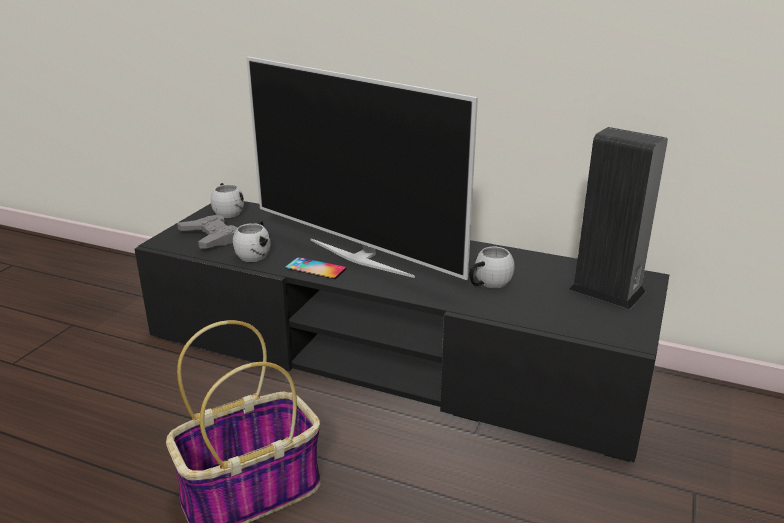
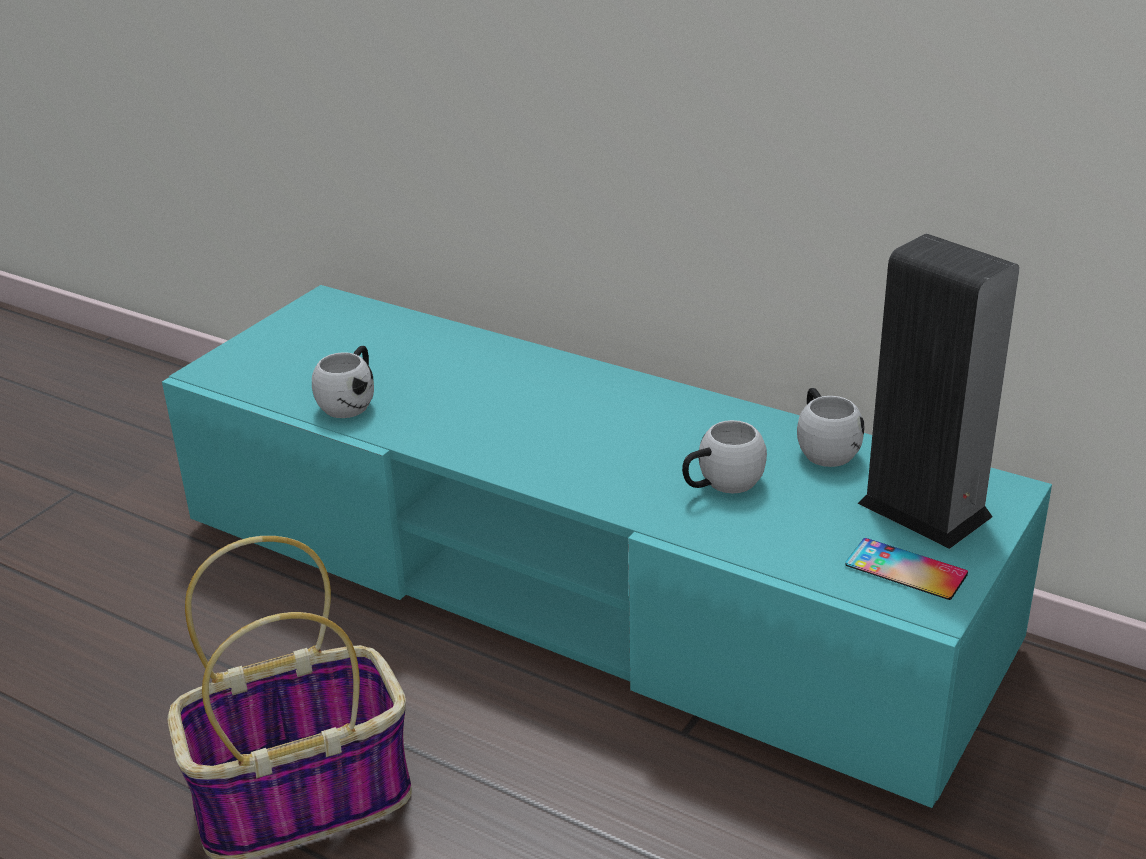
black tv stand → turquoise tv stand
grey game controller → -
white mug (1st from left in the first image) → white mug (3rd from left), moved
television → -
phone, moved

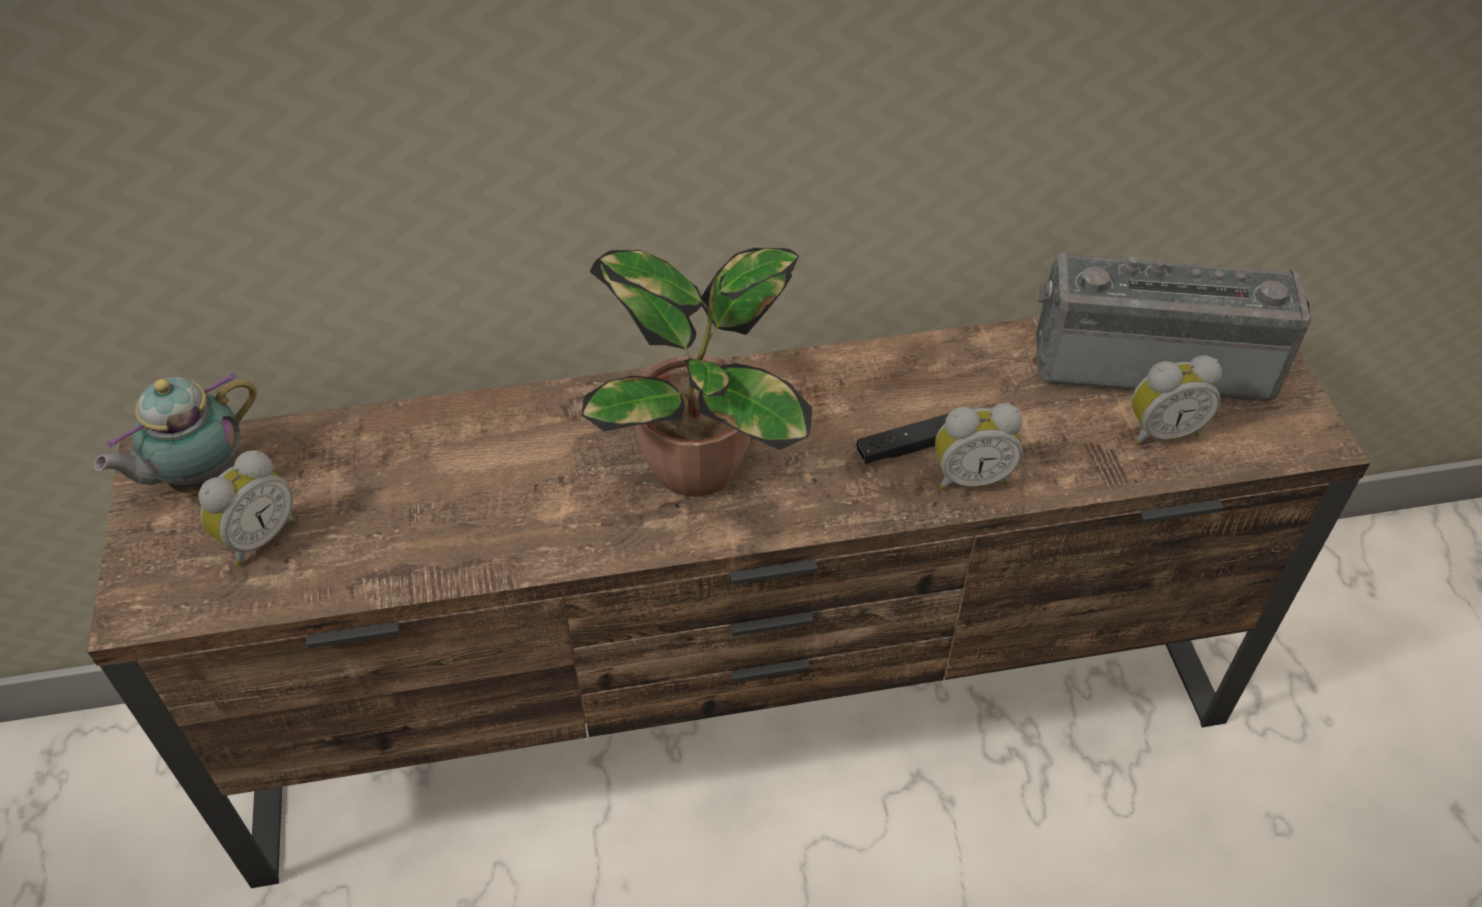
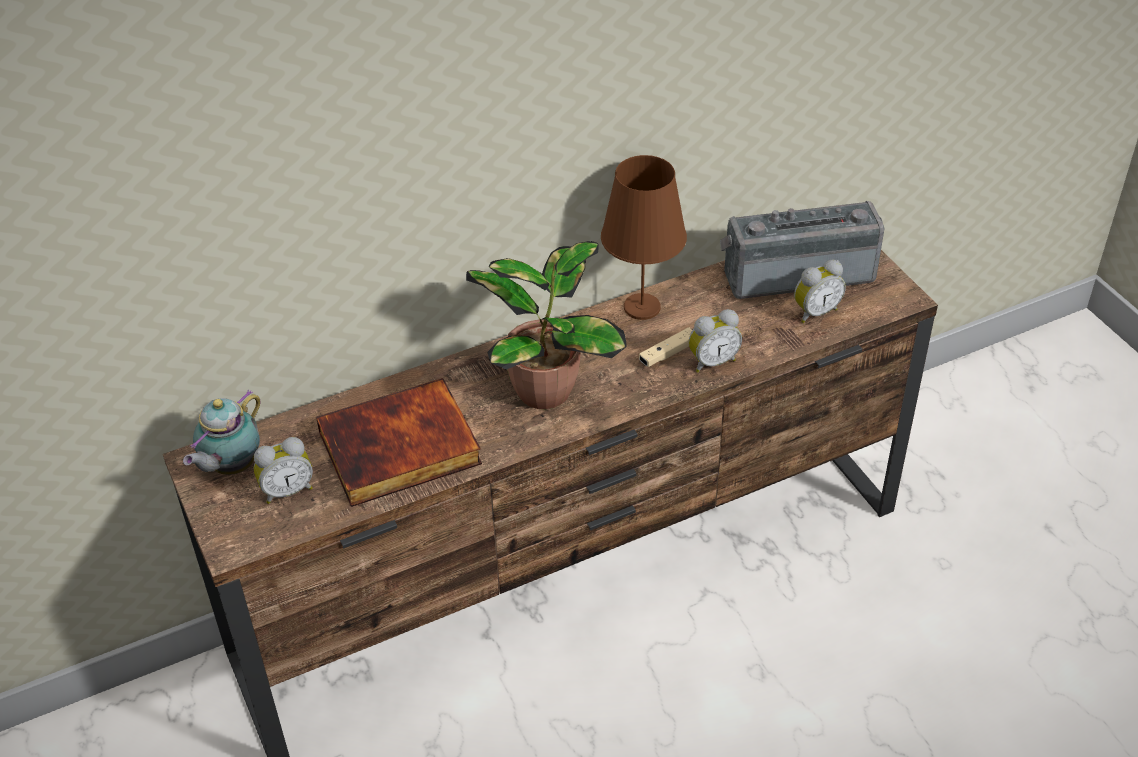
alarm clock (1st from left), 45 degrees clockwise
black game controller → beige game controller
- → book
- → brown table lamp

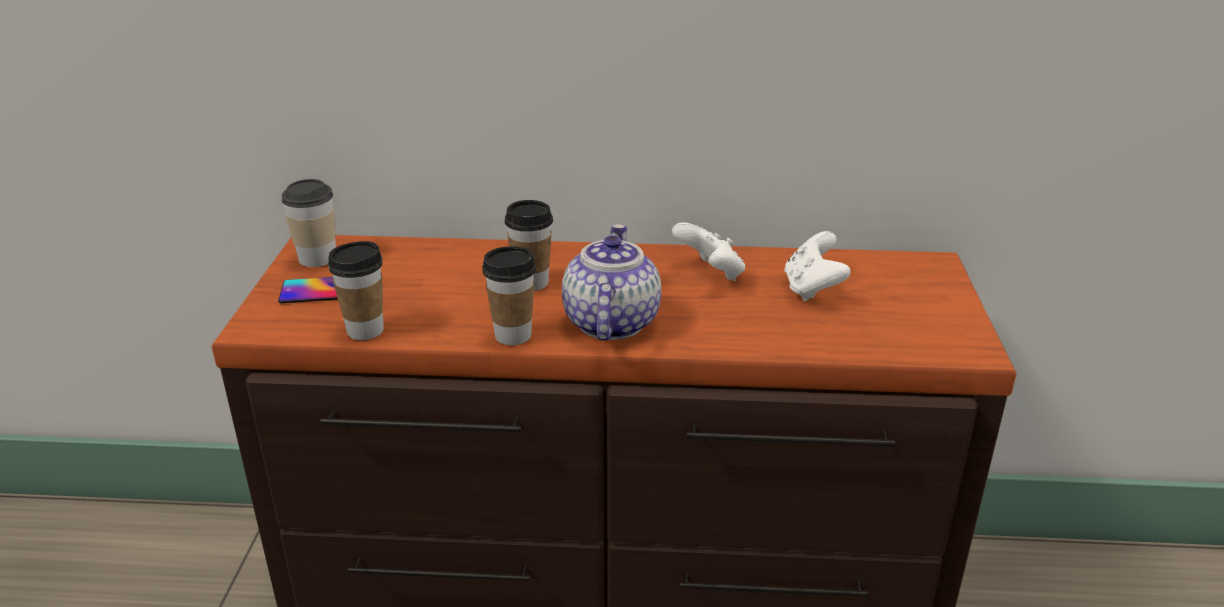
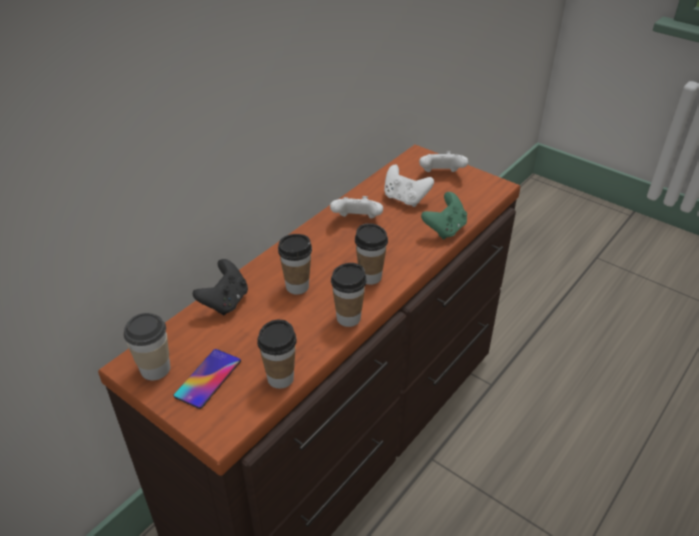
teapot → cup (5th from left)
- → black game controller
- → white game controller (3rd from left)
- → green game controller

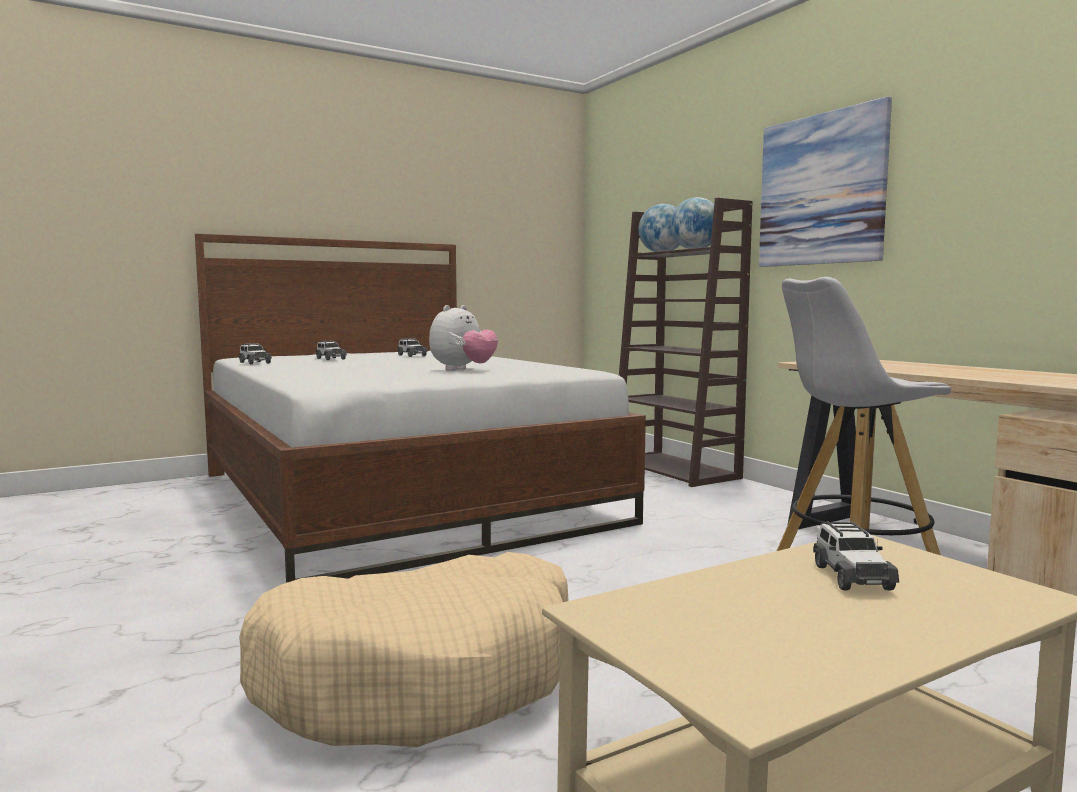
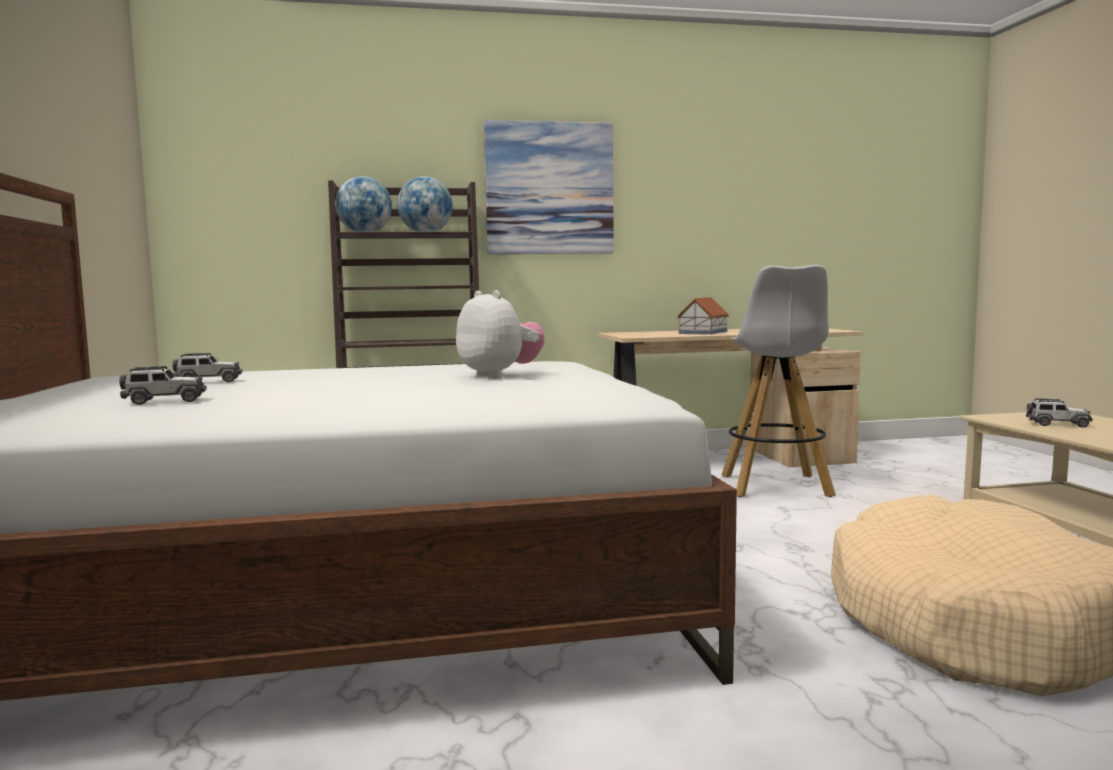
toy car (1st from left) → -
- → toy house

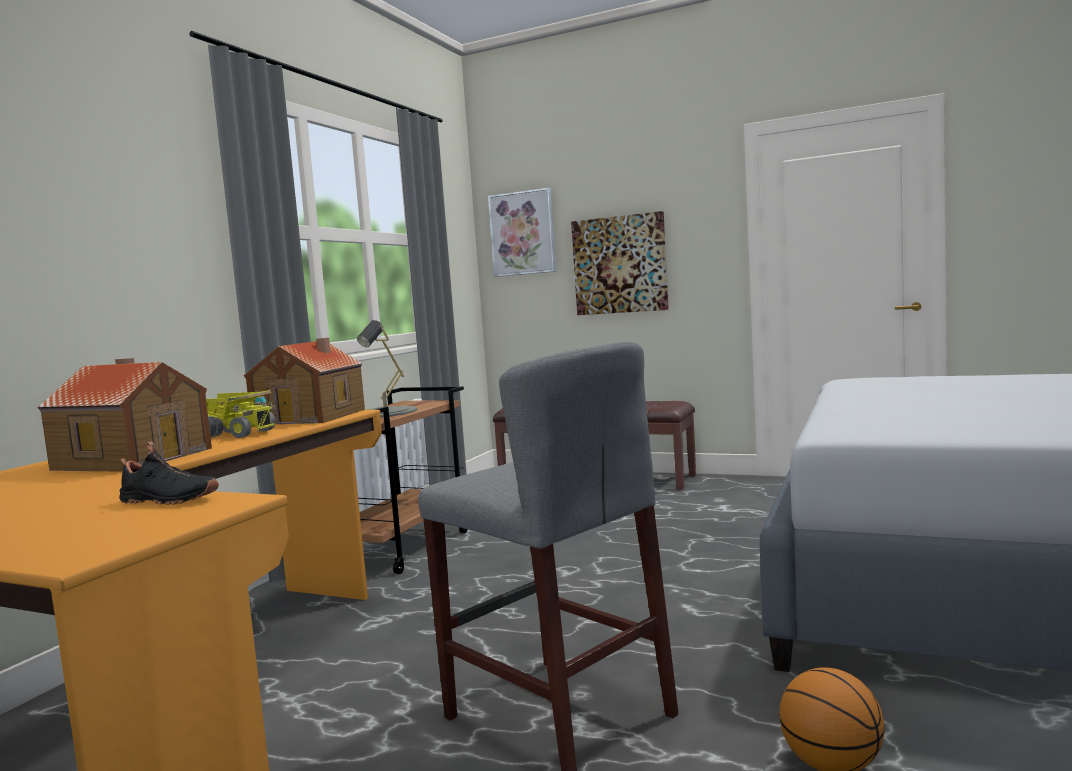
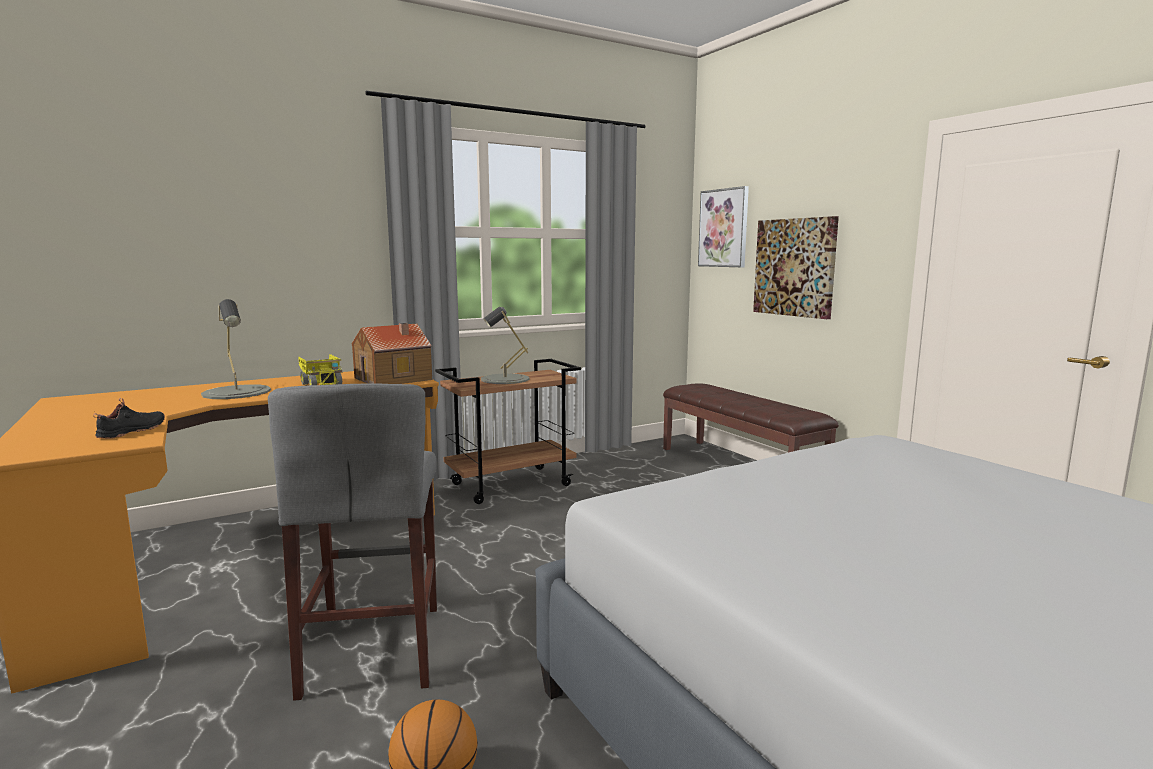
toy house (1st from left) → grey table lamp (1st from left)
black shoe, 120 degrees counterclockwise

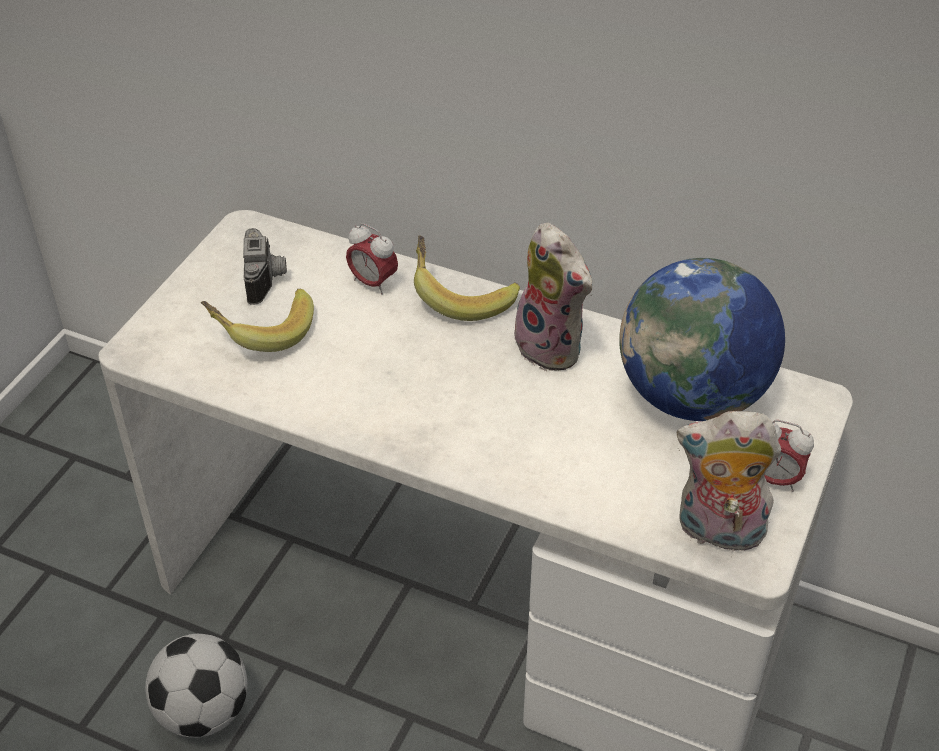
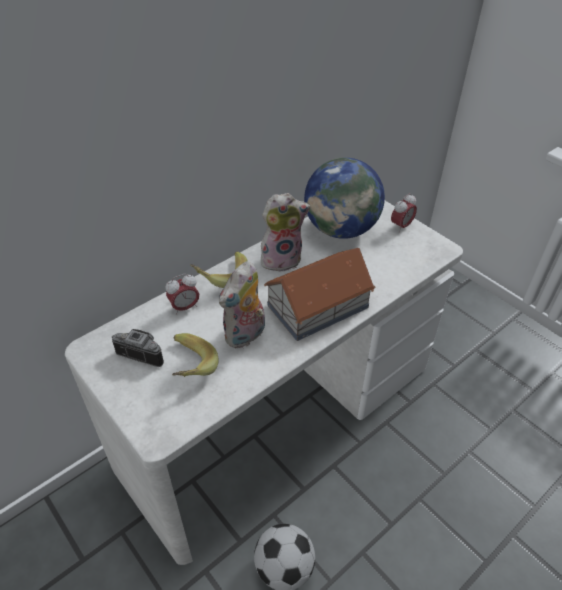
plush toy (2nd from left in the first image) → plush toy (1st from left), moved
- → toy house

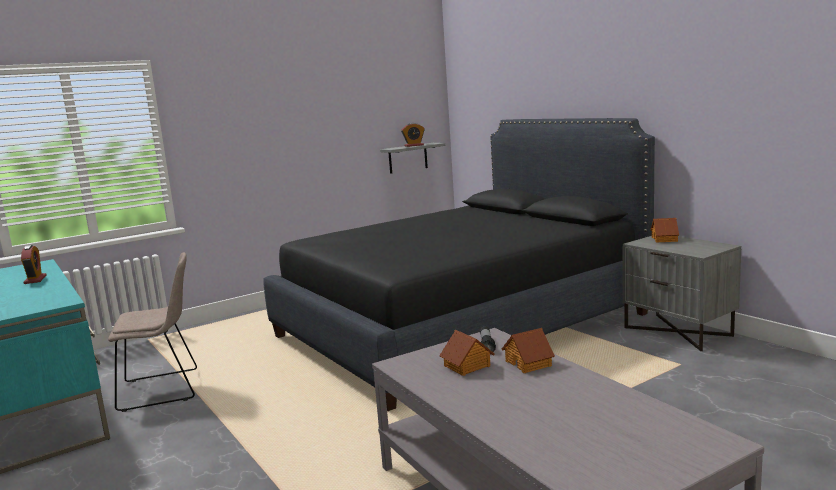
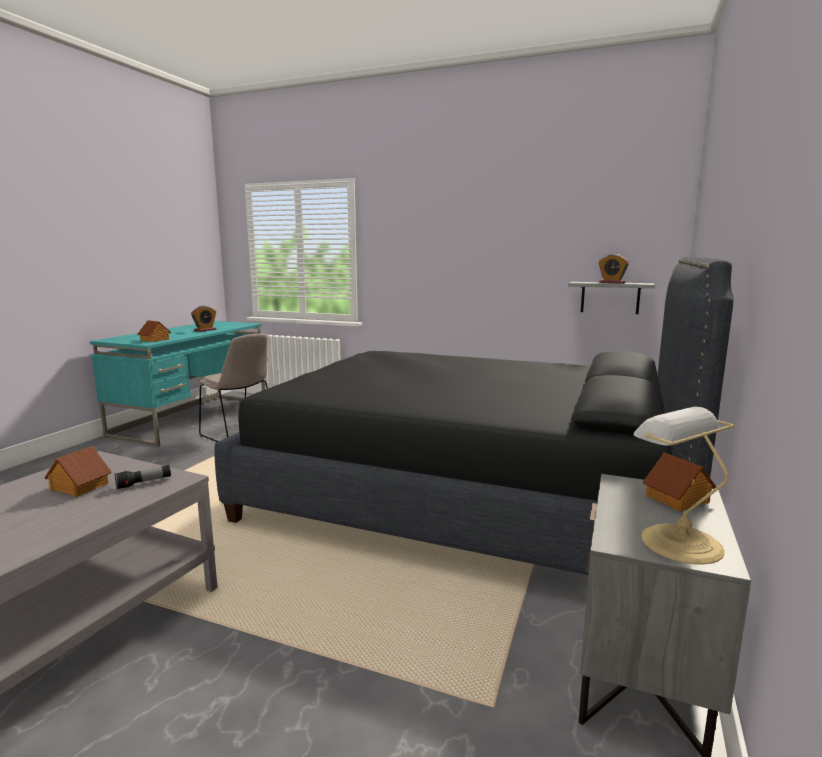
toy house (2nd from left), moved
- → table lamp

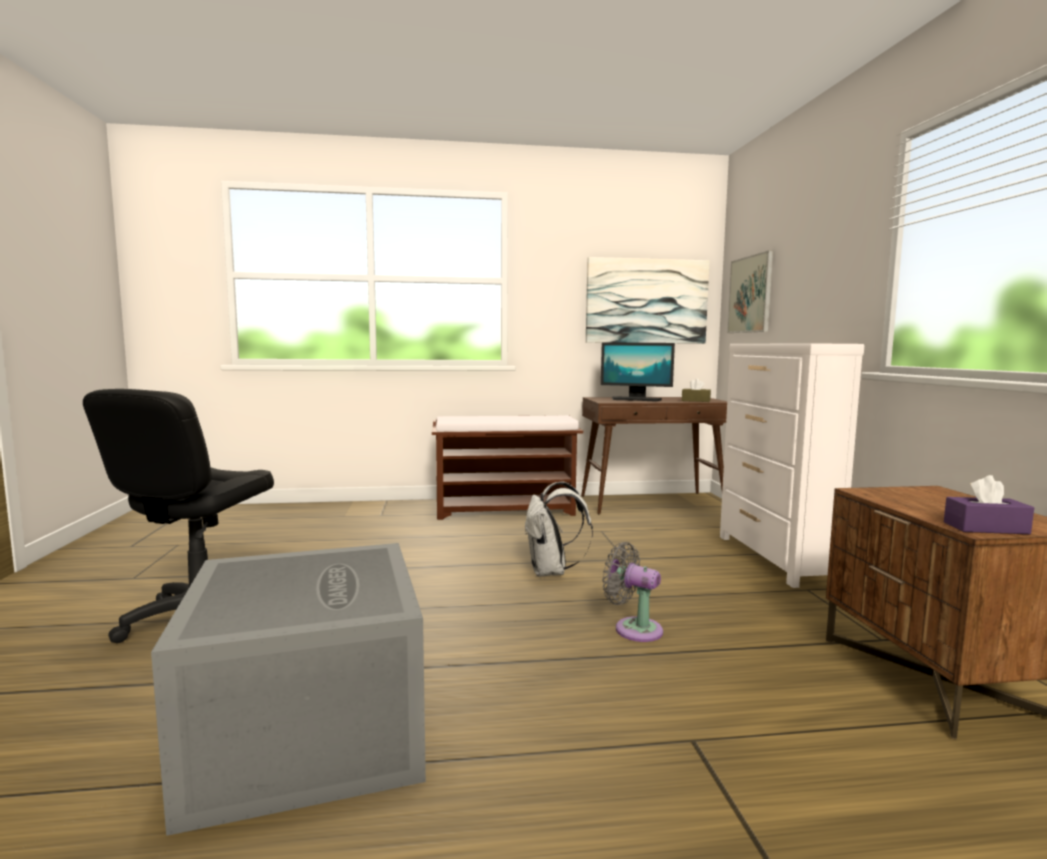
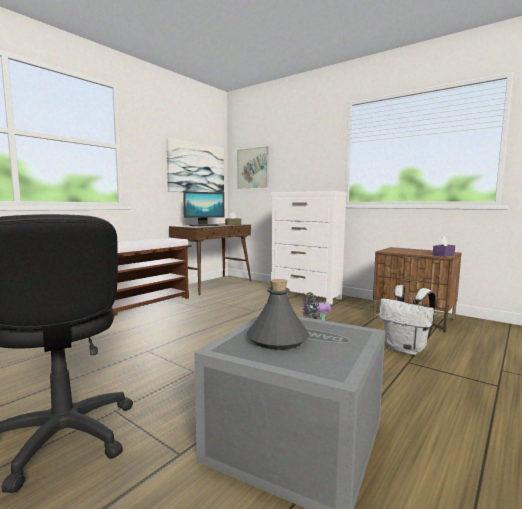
white backpack, moved
- → grey bottle

